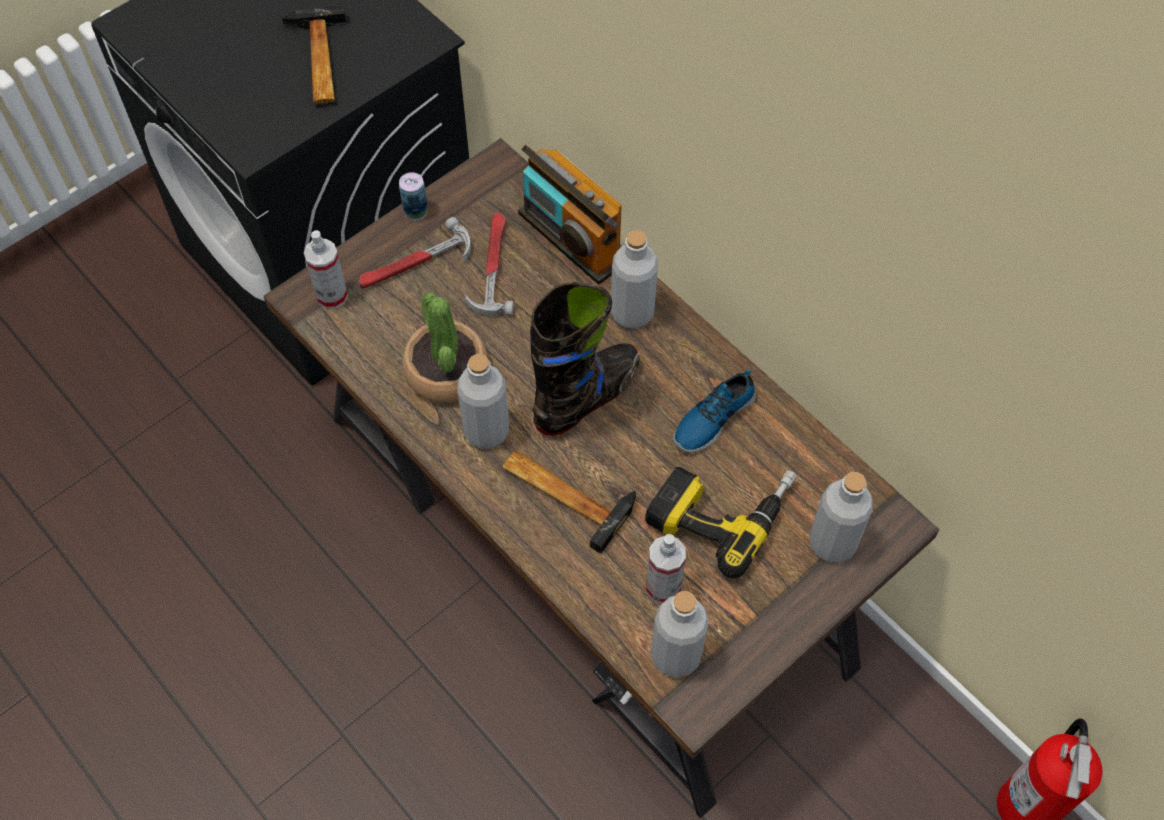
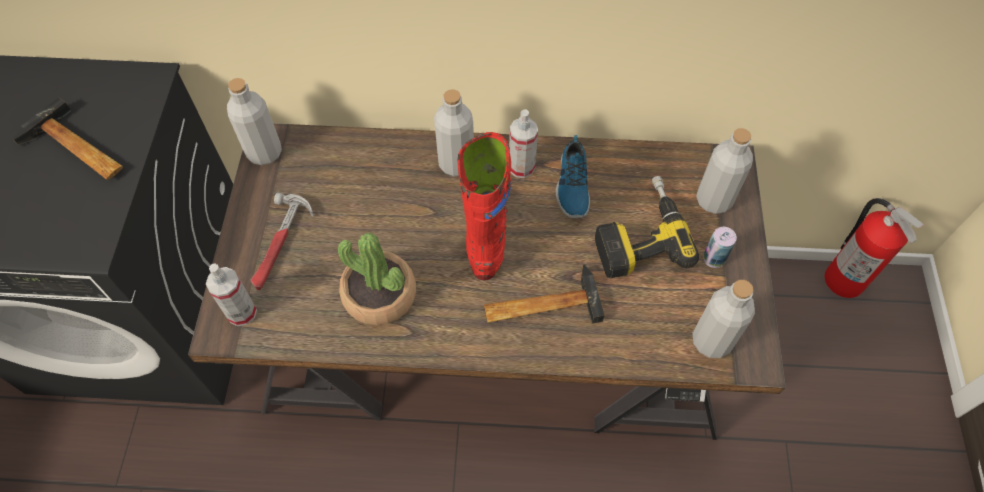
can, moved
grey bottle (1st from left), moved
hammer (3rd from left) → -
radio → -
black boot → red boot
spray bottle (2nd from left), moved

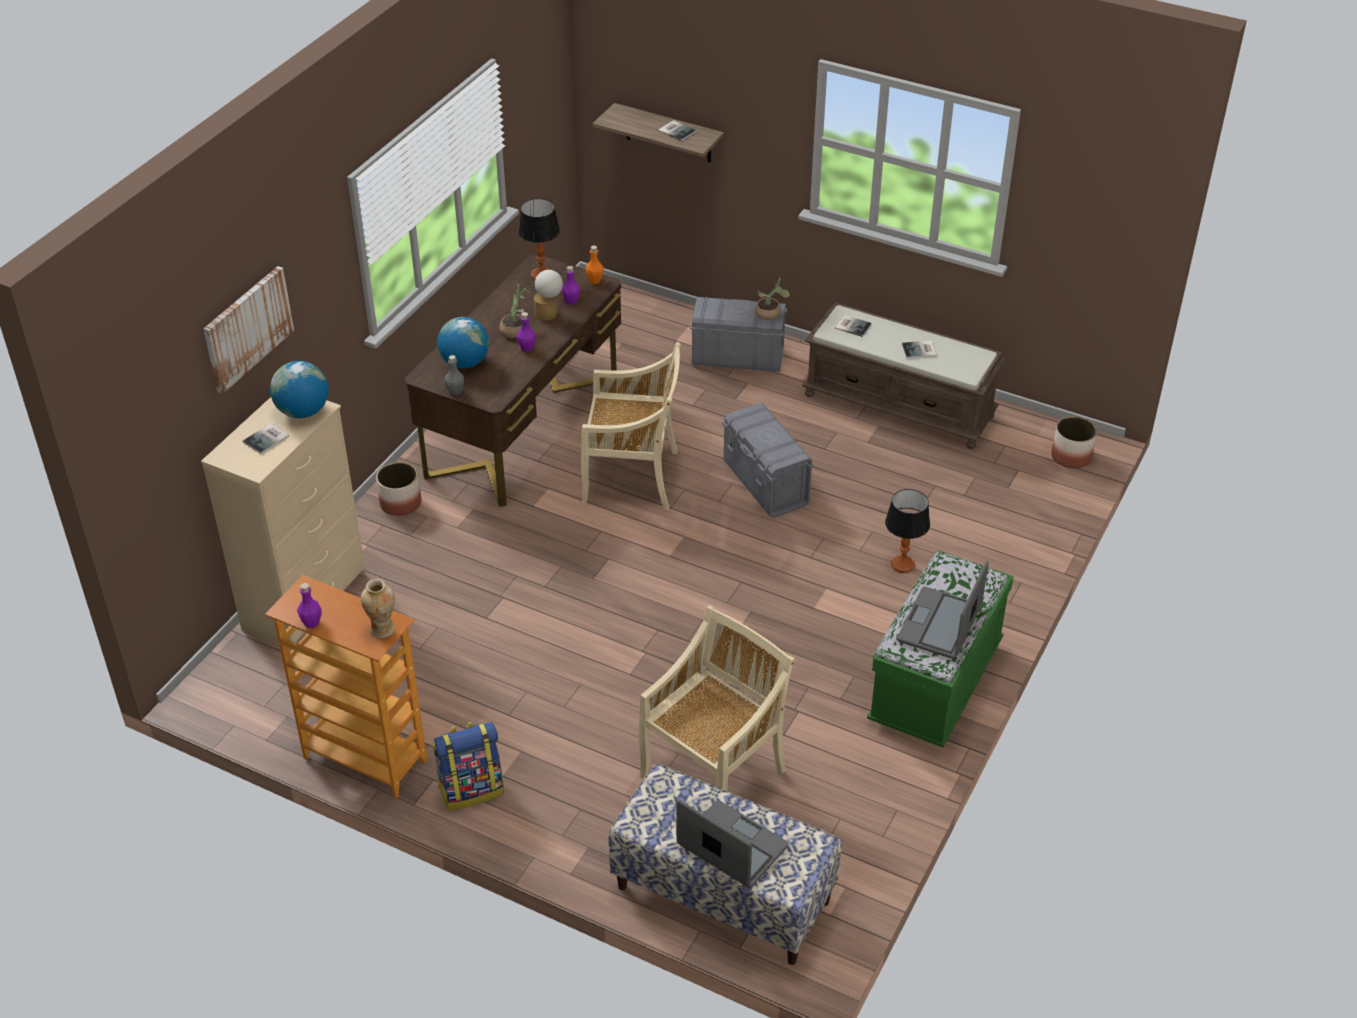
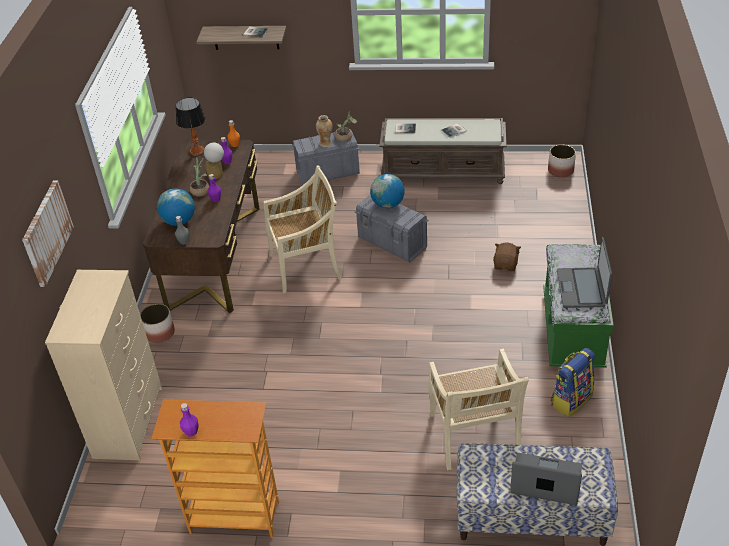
book (1st from left) → -
globe (1st from left in the first image) → globe (2nd from left), moved
vase, moved
backpack, moved
beige chair (2nd from left), 150 degrees clockwise
table lamp (3rd from left) → brown plush toy

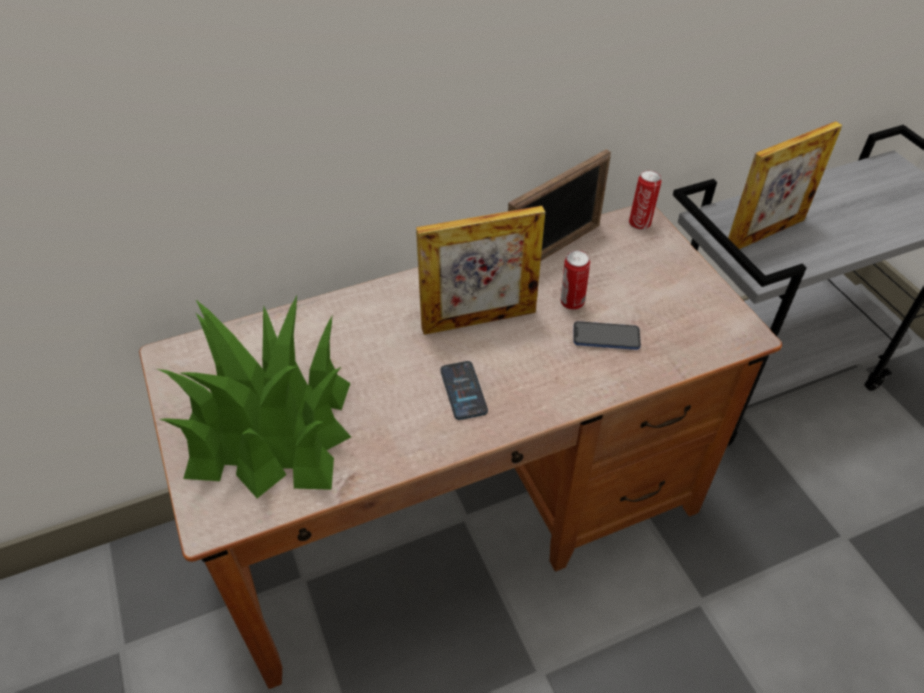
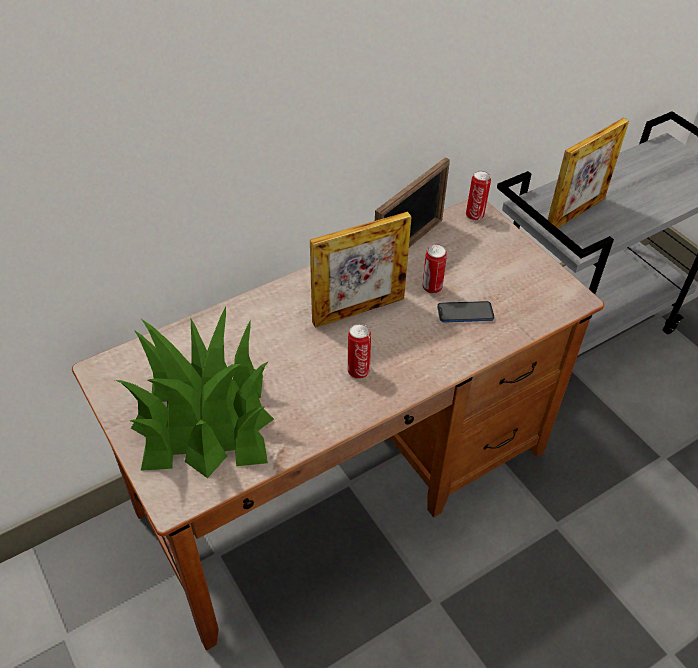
phone (1st from left) → can (1st from left)

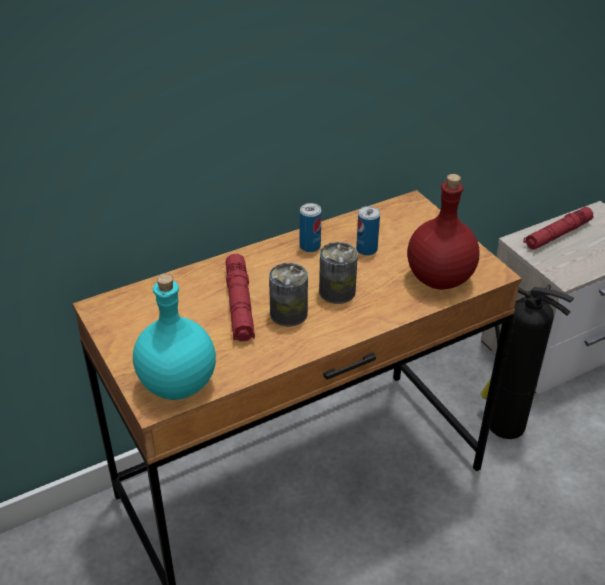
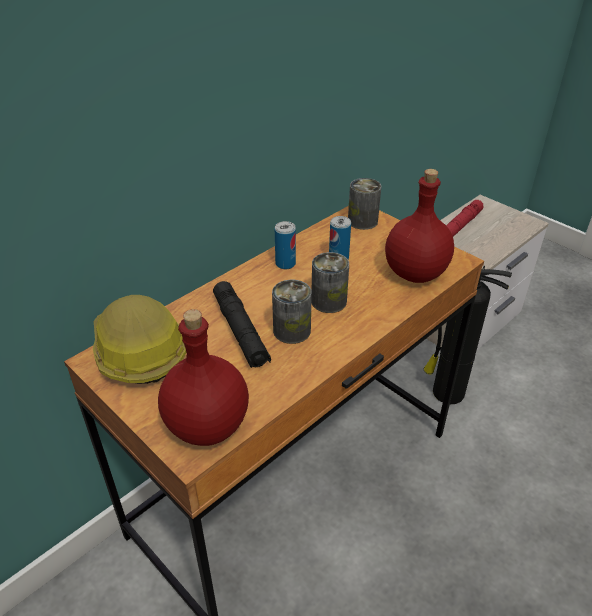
turquoise bottle → red bottle (1st from left)
red flashlight (1st from left) → black flashlight
- → hard hat
- → can (5th from left)

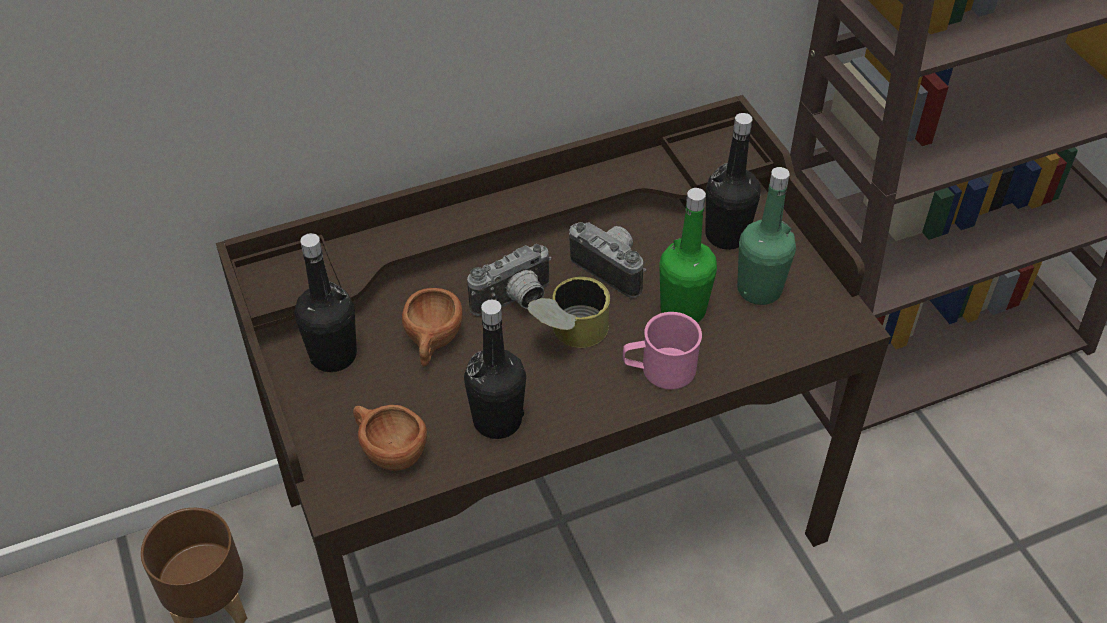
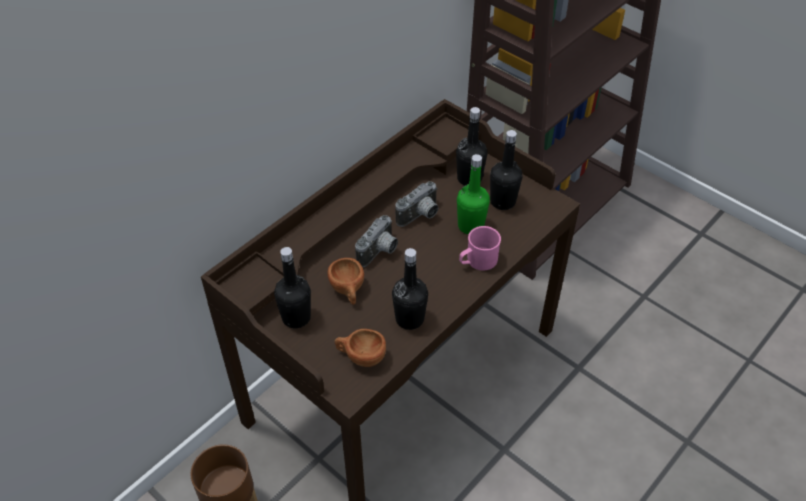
can → -
photo camera (2nd from left), 120 degrees clockwise
green bottle (2nd from left) → black bottle (4th from left)

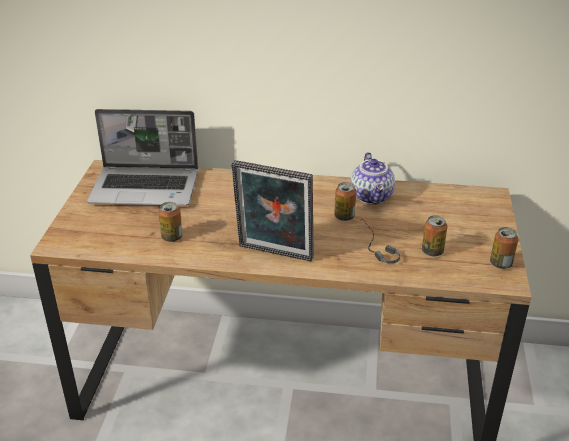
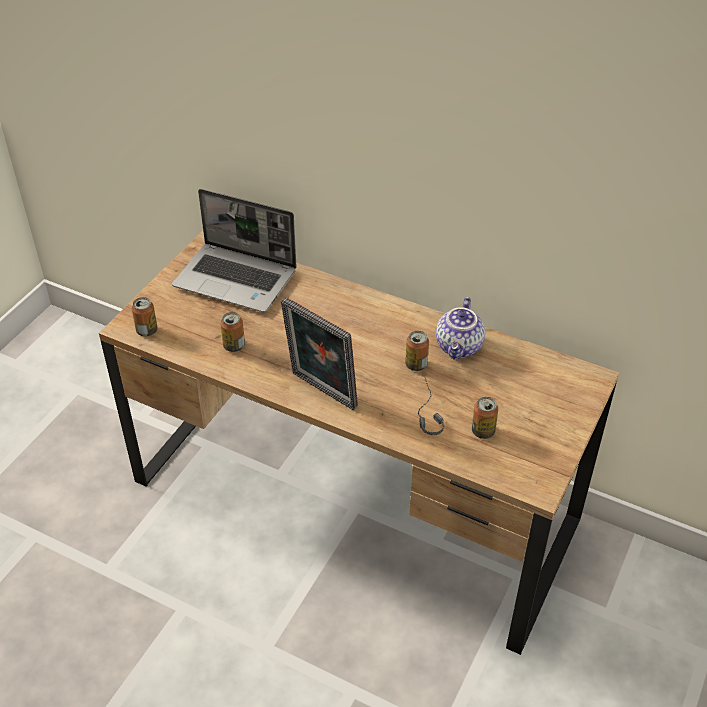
can (4th from left in the first image) → can (1st from left), moved

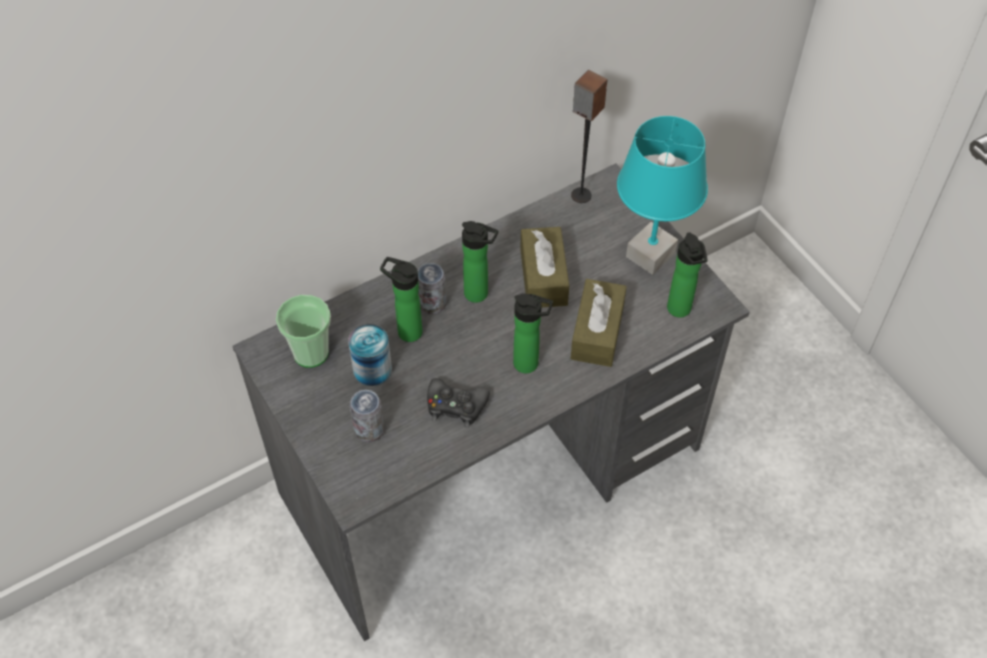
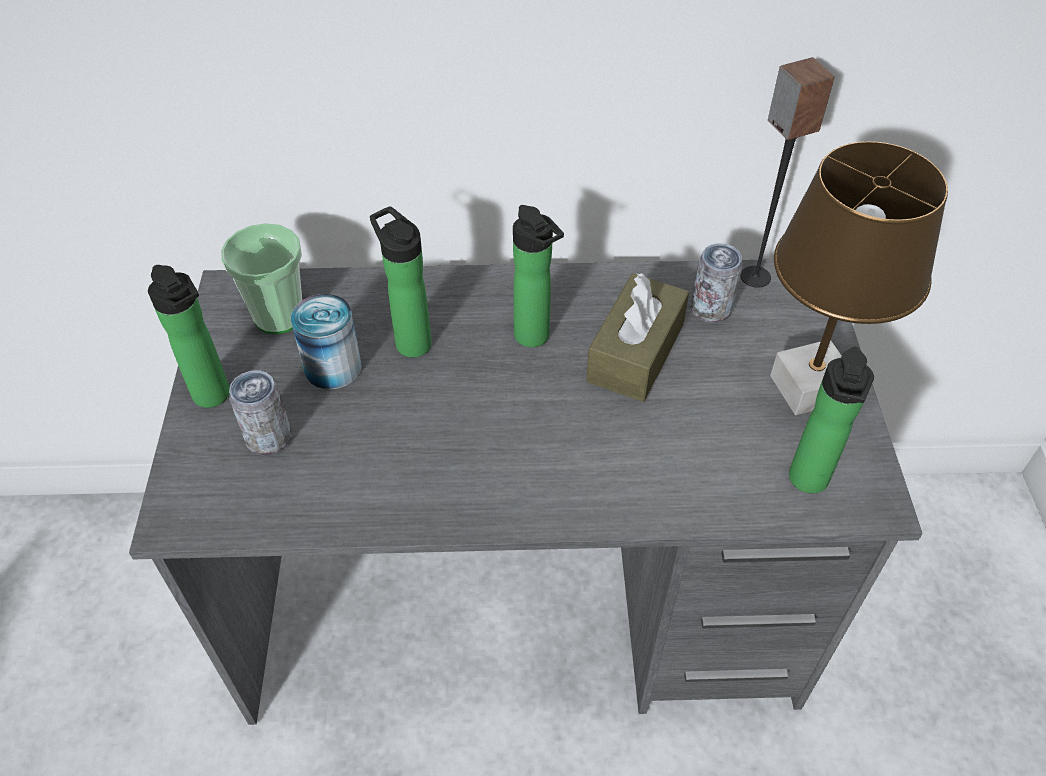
can (3rd from left), moved
black game controller → -
bottle (3rd from left in the first image) → bottle (1st from left), moved
brown tissue box (2nd from left) → -
turquoise table lamp → brown table lamp

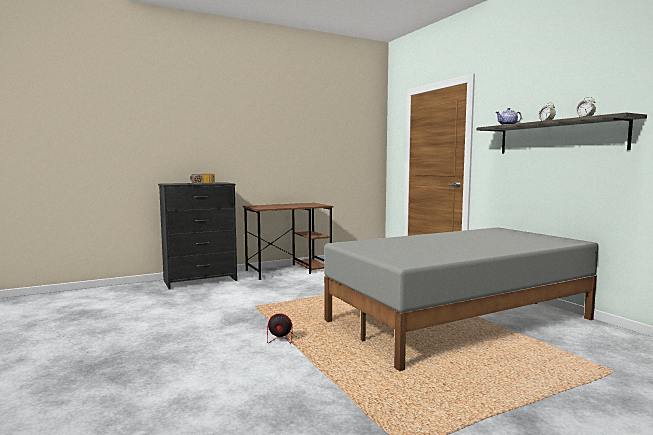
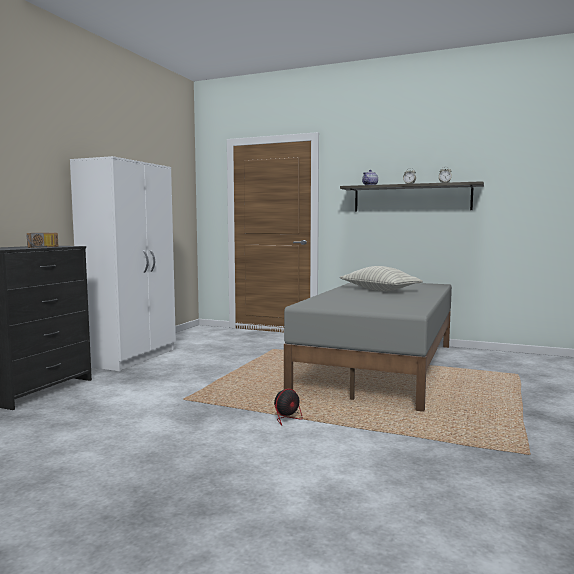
brown desk → white wardrobe
- → pillow

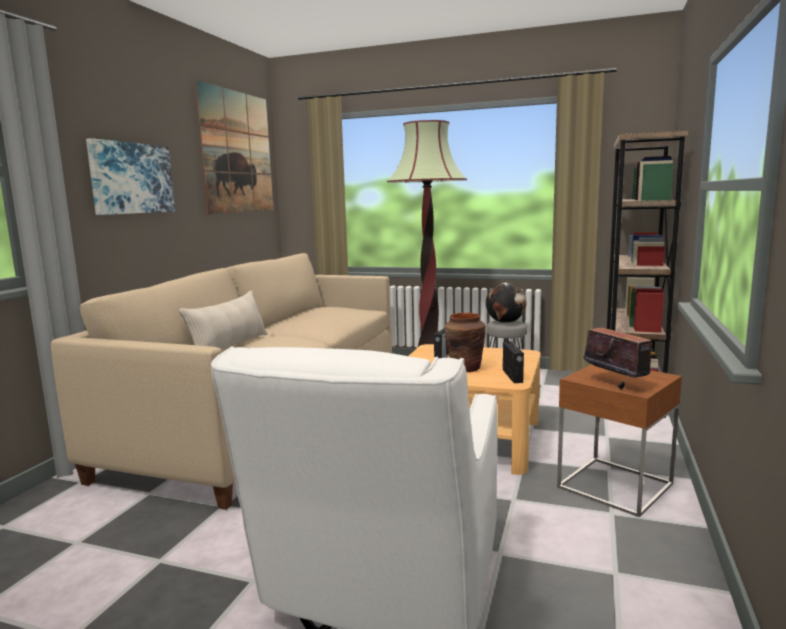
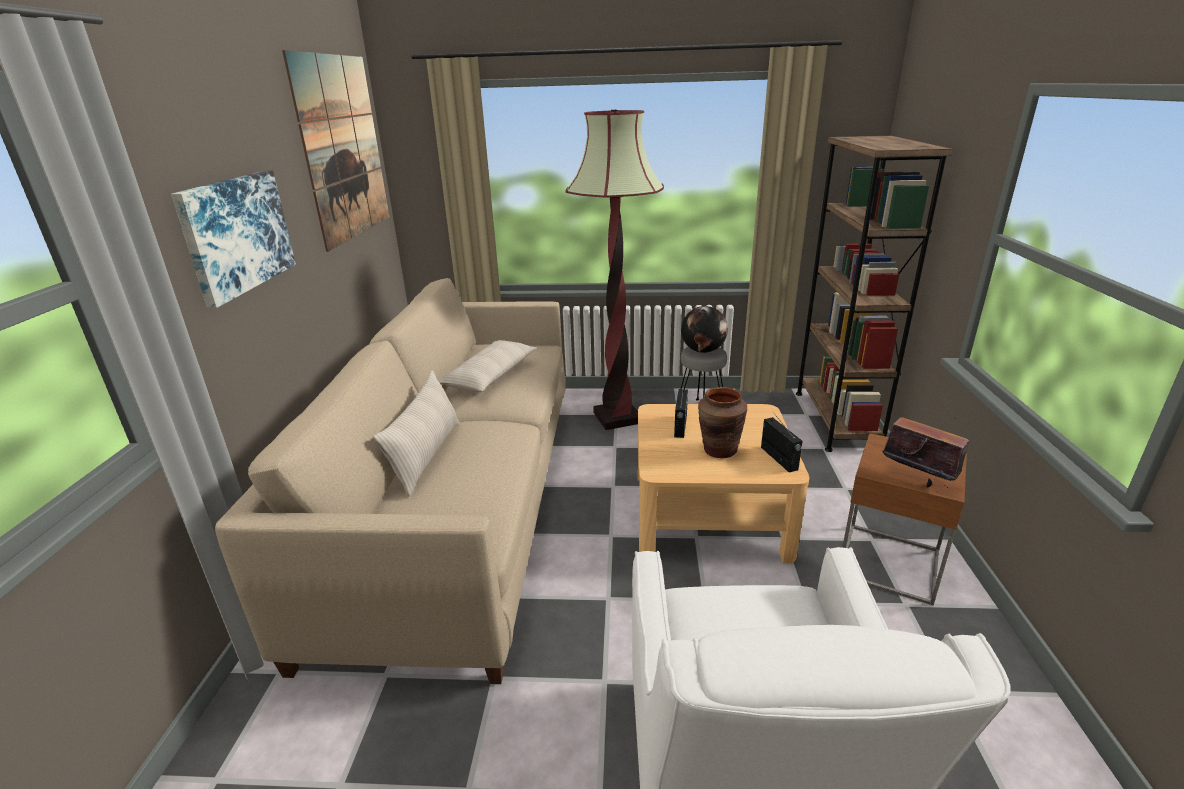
- → beige pillow (2nd from left)

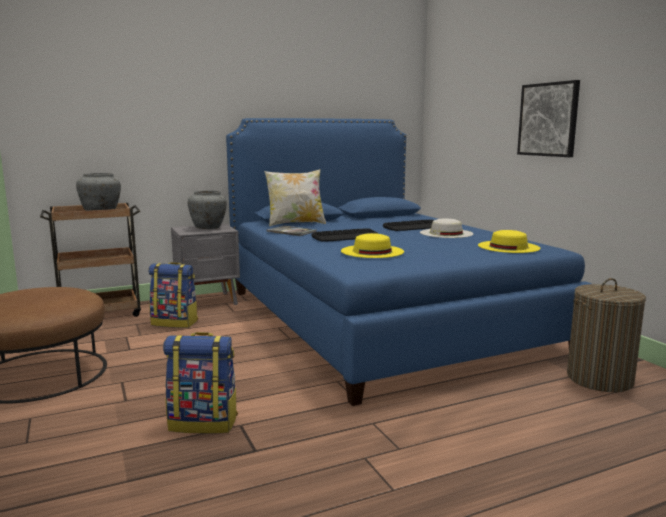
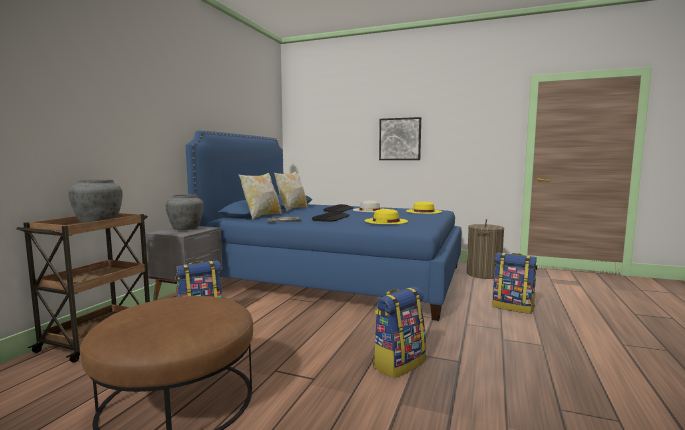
- → pillow (2nd from left)
- → backpack (3rd from left)

